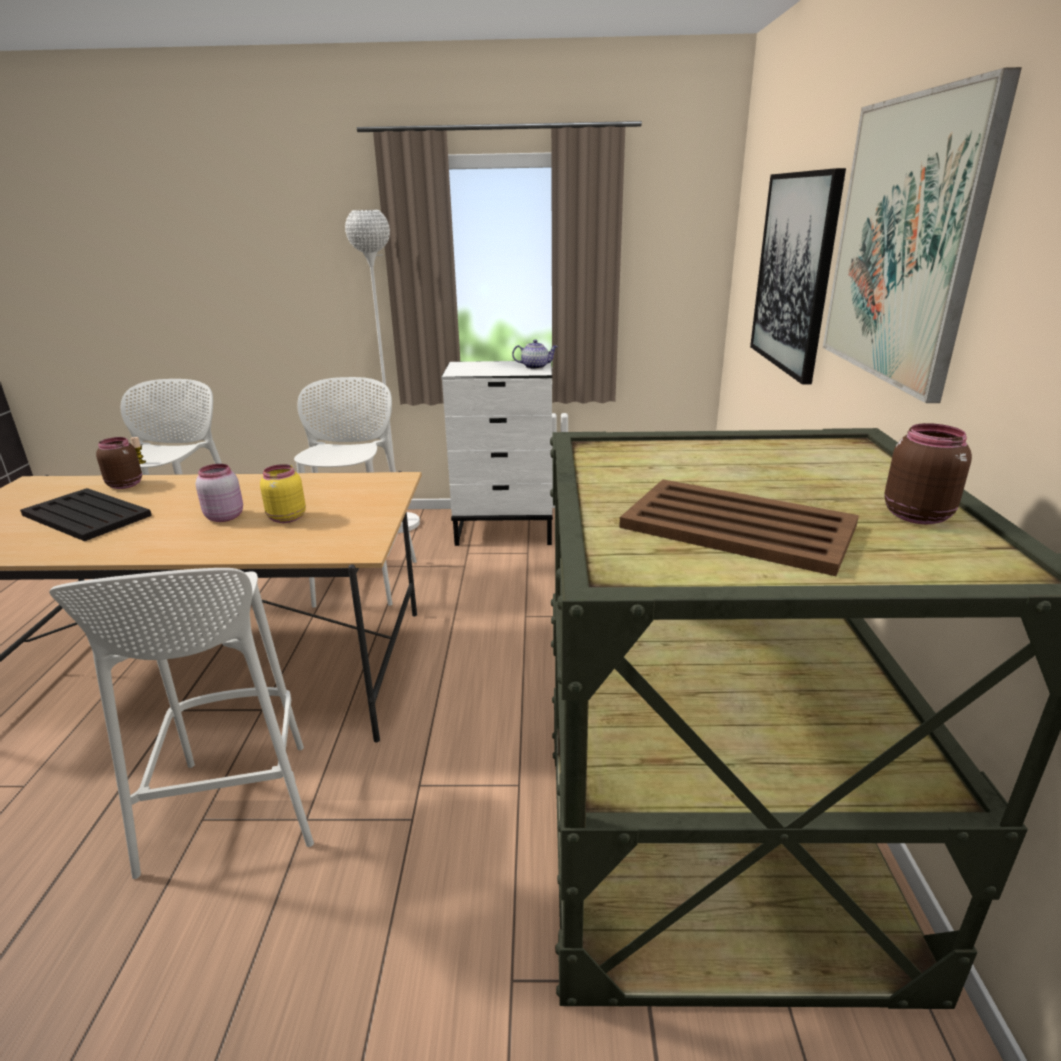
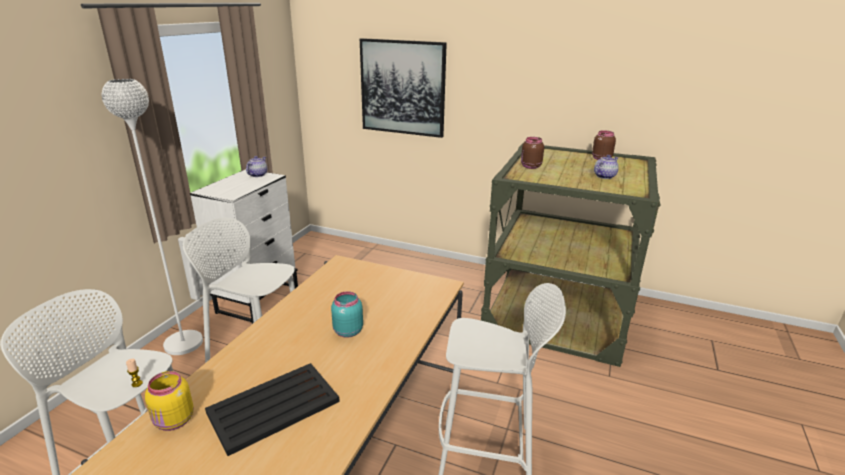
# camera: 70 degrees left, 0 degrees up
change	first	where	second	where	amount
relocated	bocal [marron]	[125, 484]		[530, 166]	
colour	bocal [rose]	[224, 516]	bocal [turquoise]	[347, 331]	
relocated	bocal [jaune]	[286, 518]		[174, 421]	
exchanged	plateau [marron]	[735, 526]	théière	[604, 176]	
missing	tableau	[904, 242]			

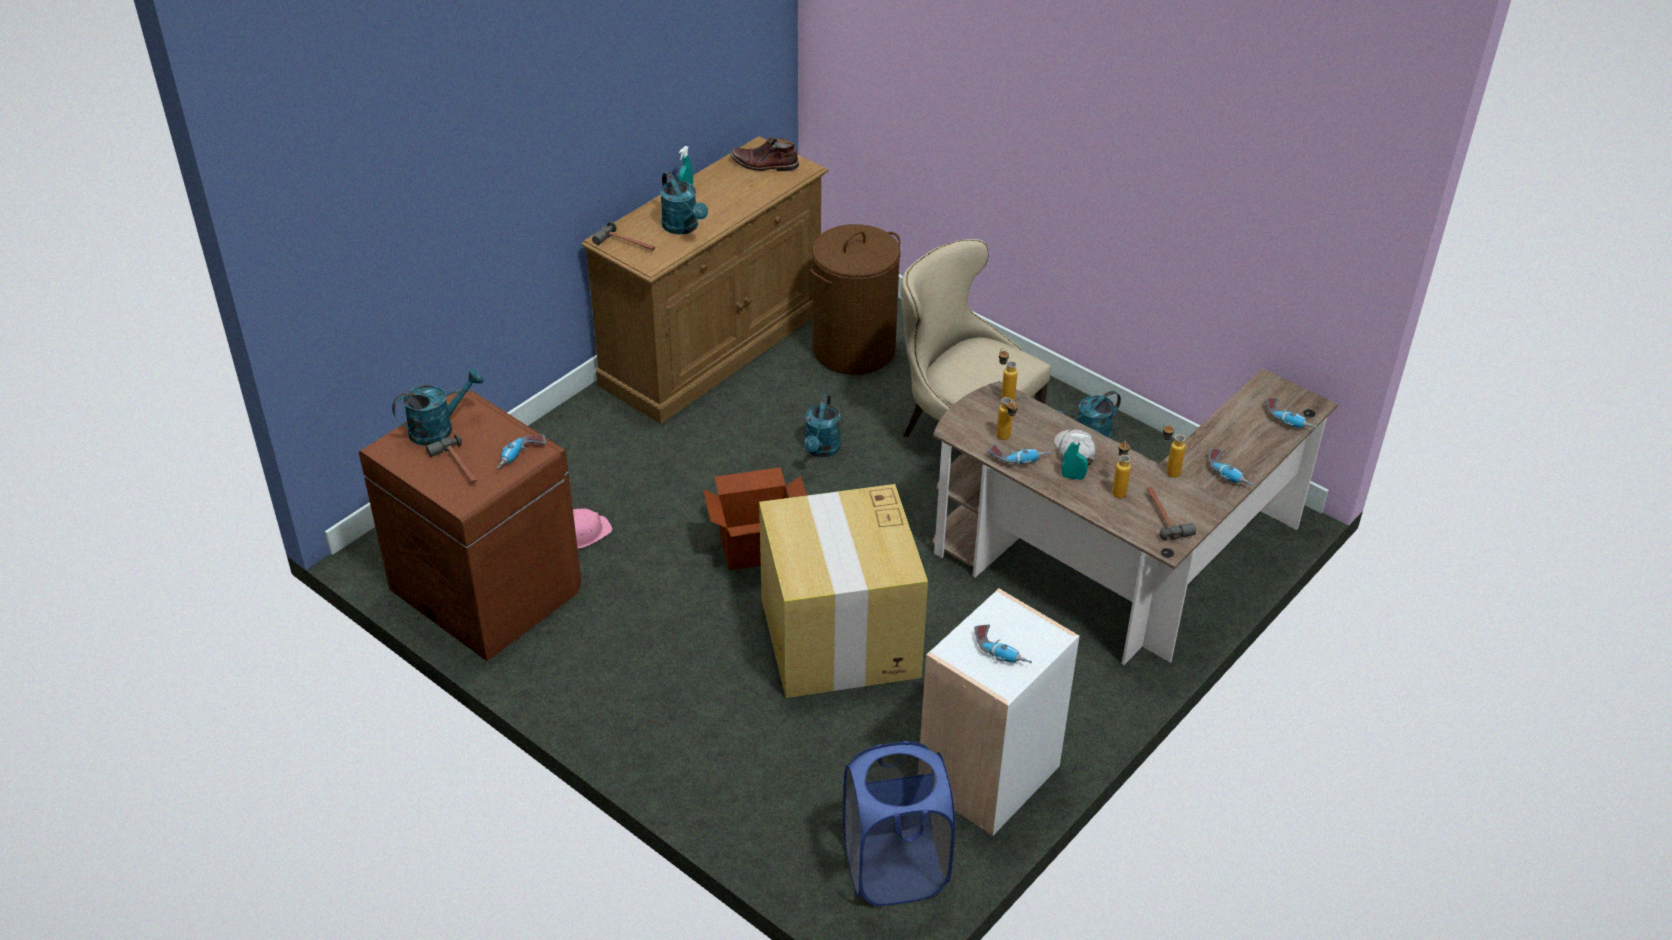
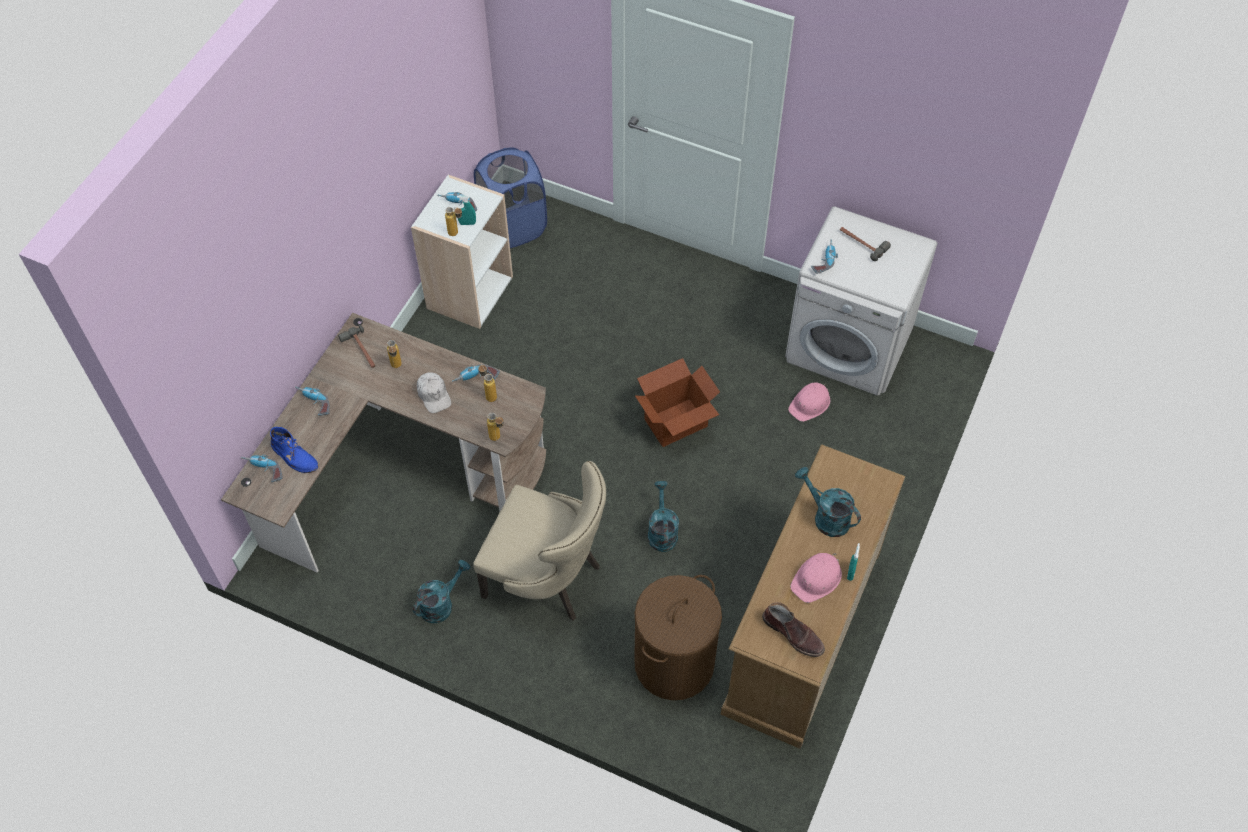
# camera: 165 degrees right, 15 degrees up
change	first	where	second	where	amount
colour	lave-linge [marron]	[488, 586]	lave-linge [blanc]	[849, 346]	
missing	arrosoir [turquoise]	[439, 428]			
missing	marteau	[626, 244]			
spun	botte [marron]	[764, 164]		[793, 633]	45 degrees clockwise
missing	carton	[840, 638]			
relocated	vaporisateur [turquoise]	[1073, 477]		[467, 223]	
relocated	bouteille	[1167, 471]		[457, 234]	
appeared			botte [bleu]	[294, 456]	
appeared			casque de chantier [rose]	[817, 578]	

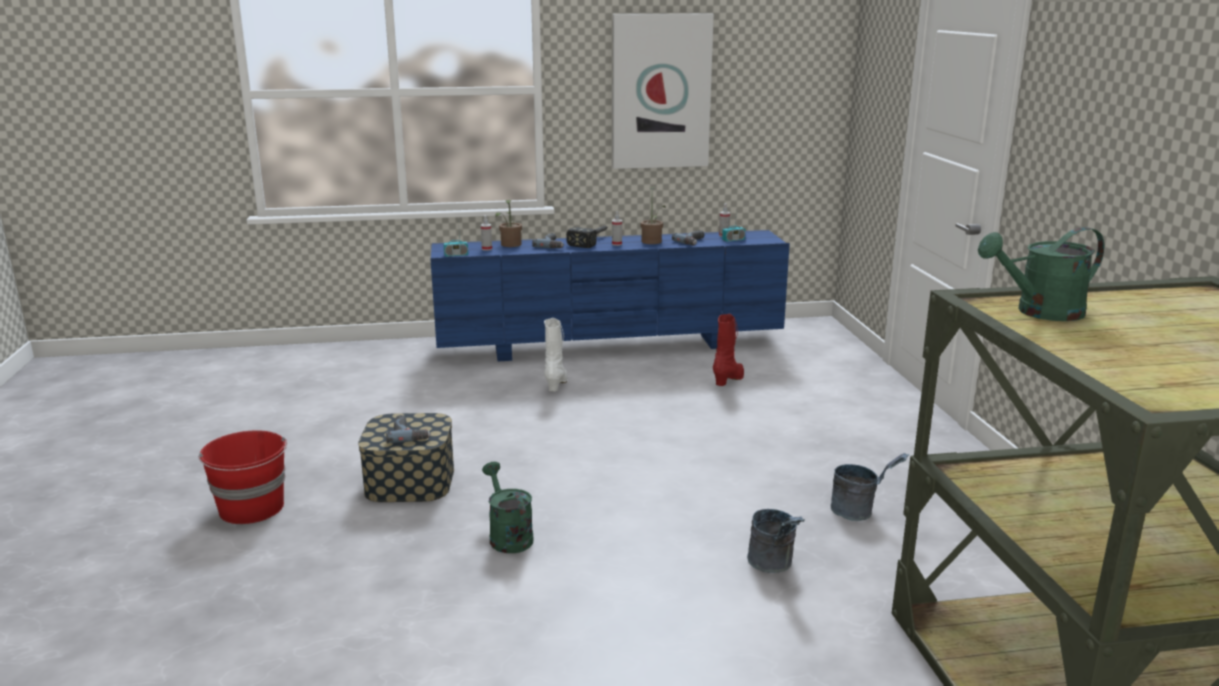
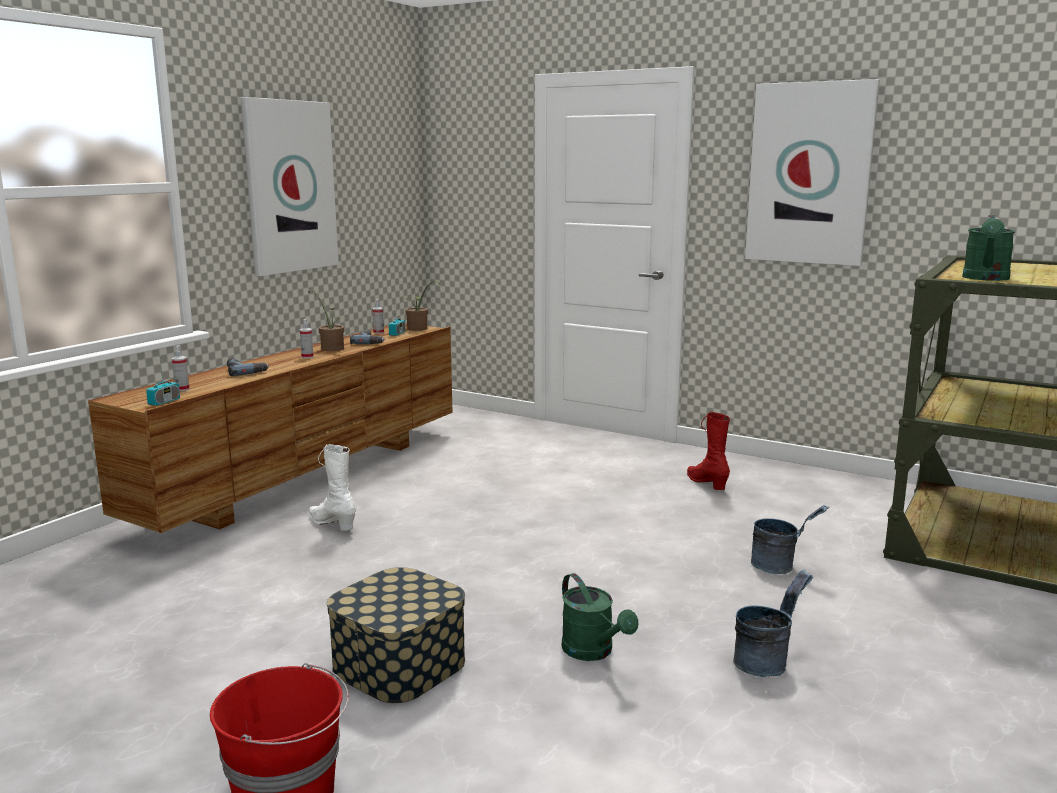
# camera: 50 degrees left, 5 degrees down
change	first	where	second	where	amount
missing	perceuse	[409, 434]			
colour	meuble de rangement [bleu]	[609, 347]	meuble de rangement [marron]	[307, 478]	
spun	arrosoir [vert]	[508, 536]		[593, 652]	135 degrees counterclockwise
relocated	plante en pot	[510, 245]		[419, 329]	
missing	marteau	[592, 240]			
relocated	botte [rouge]	[729, 380]		[707, 483]	
relocated	seau [gris]	[859, 512]		[766, 661]	
appeared			tableau	[809, 174]	

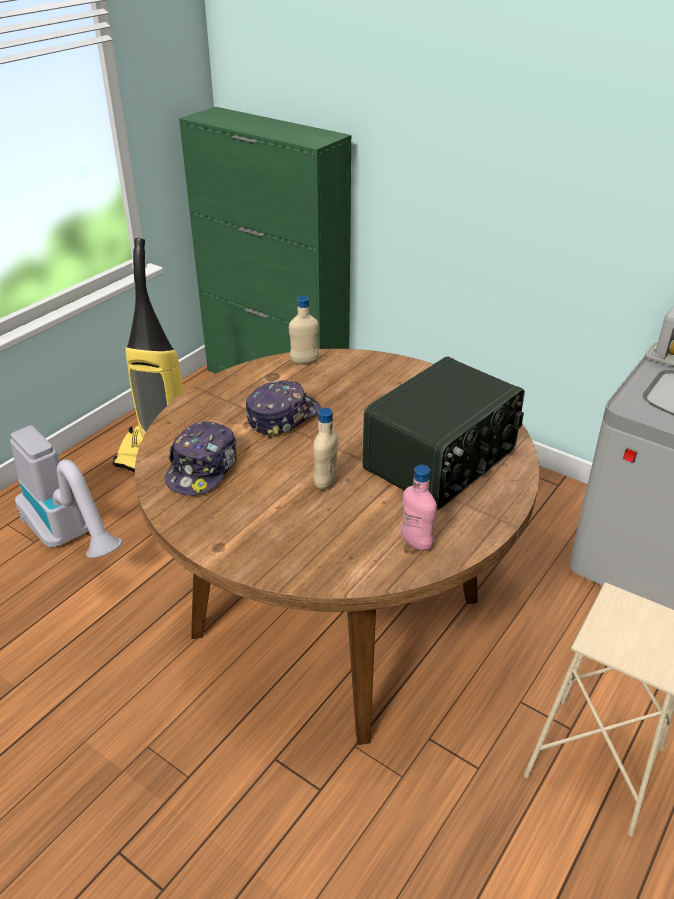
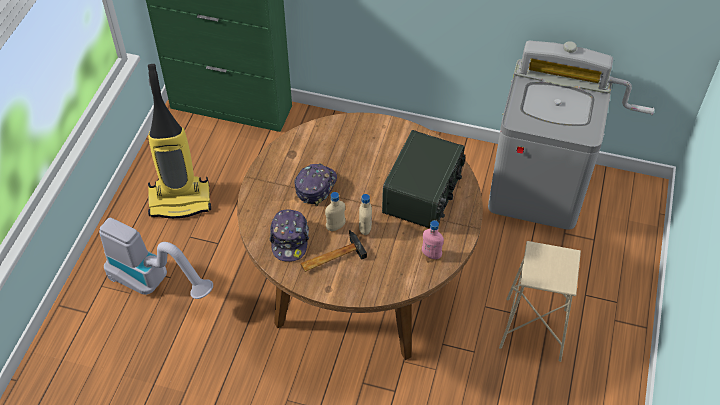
# camera: 20 degrees left, 15 degrees up
change	first	where	second	where	amount
relocated	bouteille [beige]	[304, 362]		[335, 226]	
appeared			marteau	[331, 256]	

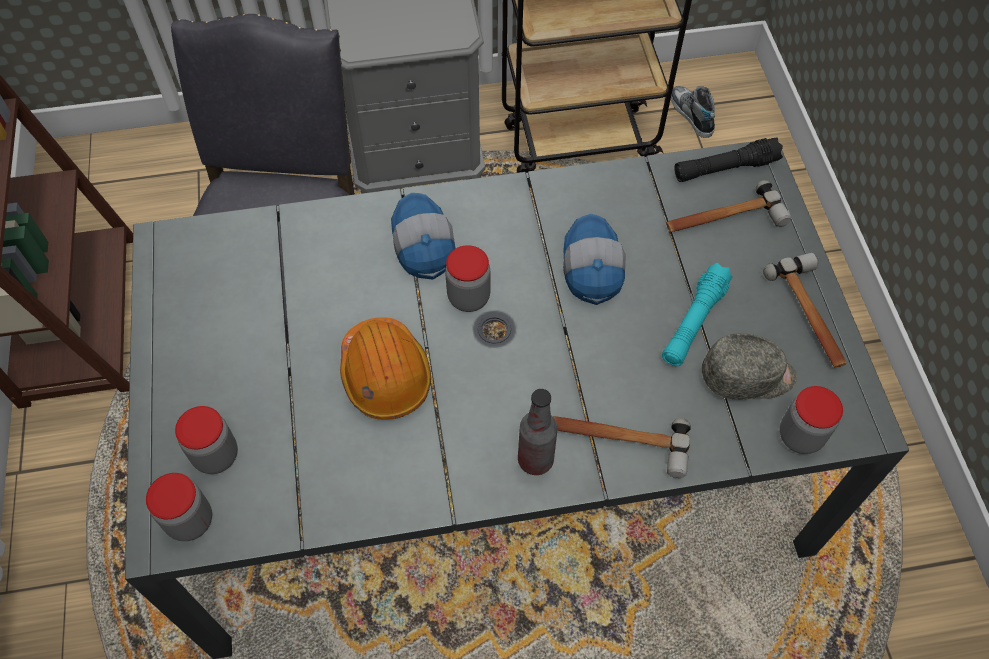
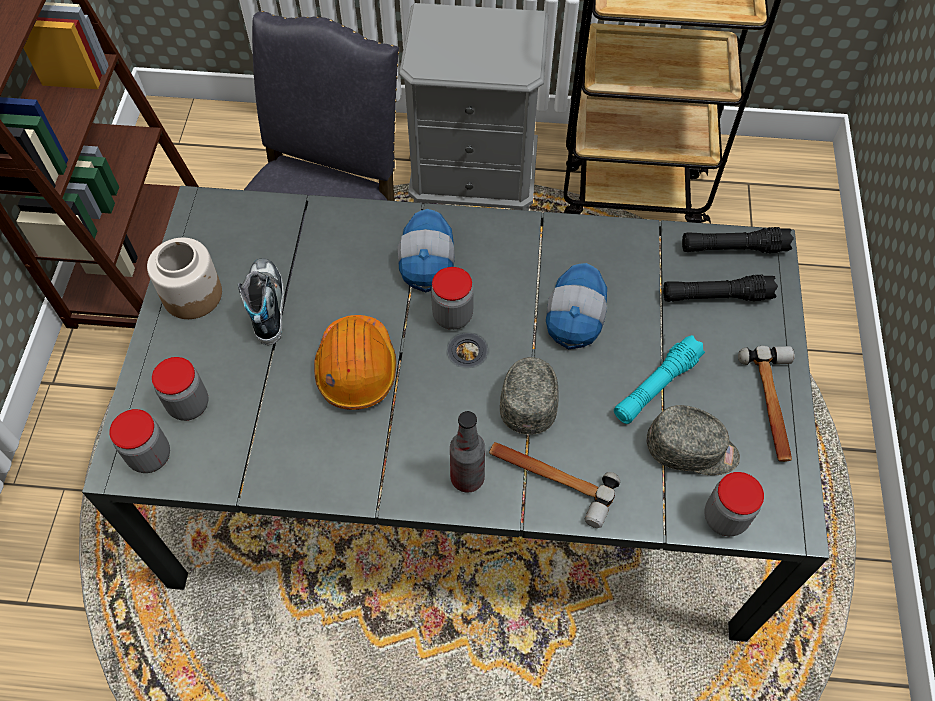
# camera: 15 degrees right, 0 degrees up
change	first	where	second	where	amount
exchanged	marteau	[723, 219]	lampe de poche [noir]	[716, 296]	
relocated	chaussure	[691, 115]		[266, 304]	
appeared			bocal	[192, 294]	
appeared			casquette [gris]	[529, 397]	

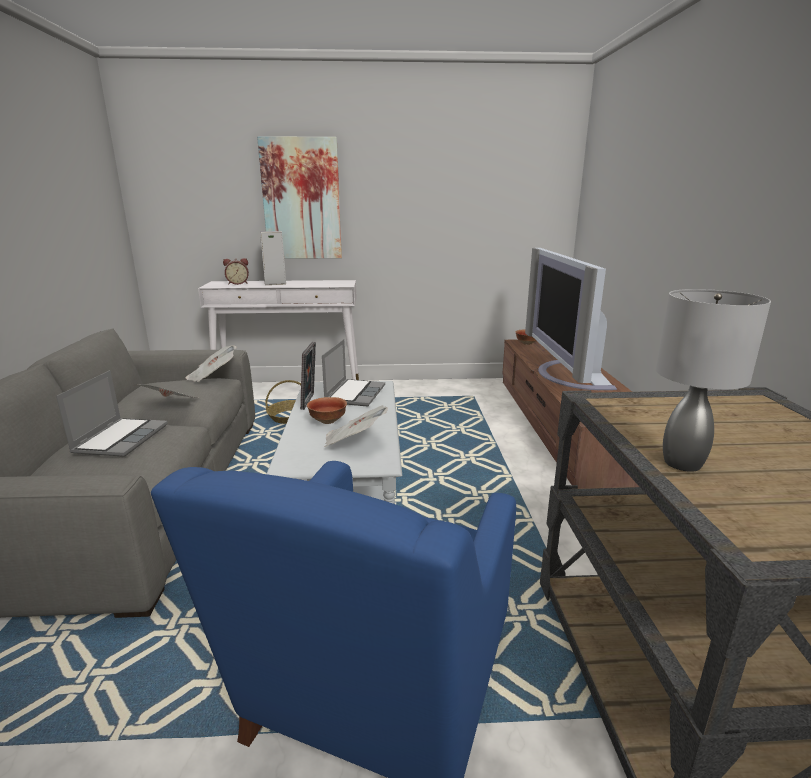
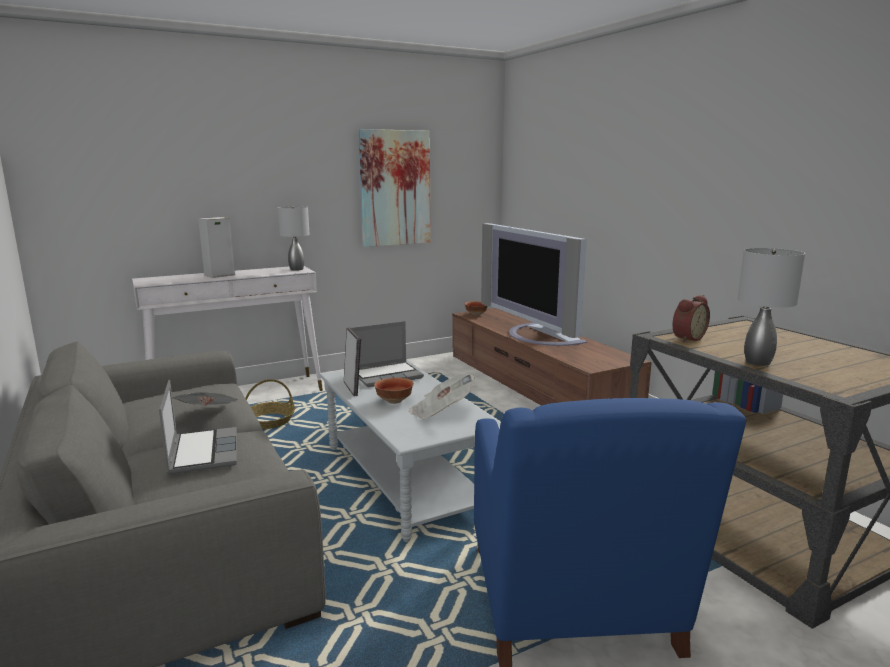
# camera: 25 degrees left, 5 degrees down
change	first	where	second	where	amount
missing	journal	[212, 376]			
relocated	réveil	[238, 283]		[686, 338]	
relocated	tableau	[301, 199]		[395, 188]	
spun	ordinateur portable	[354, 394]		[387, 375]	75 degrees clockwise
appeared			lampe de table [gris]	[296, 269]	

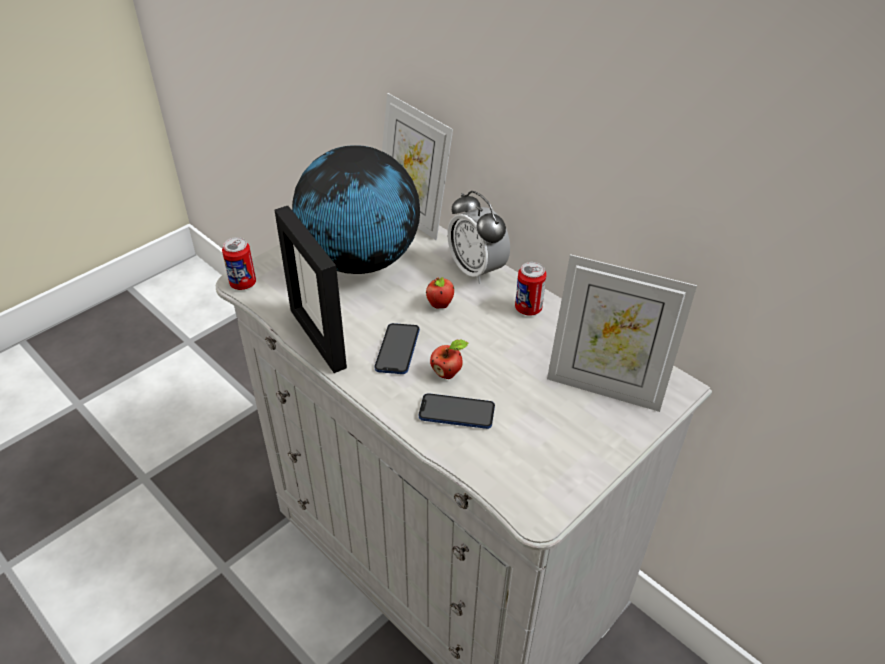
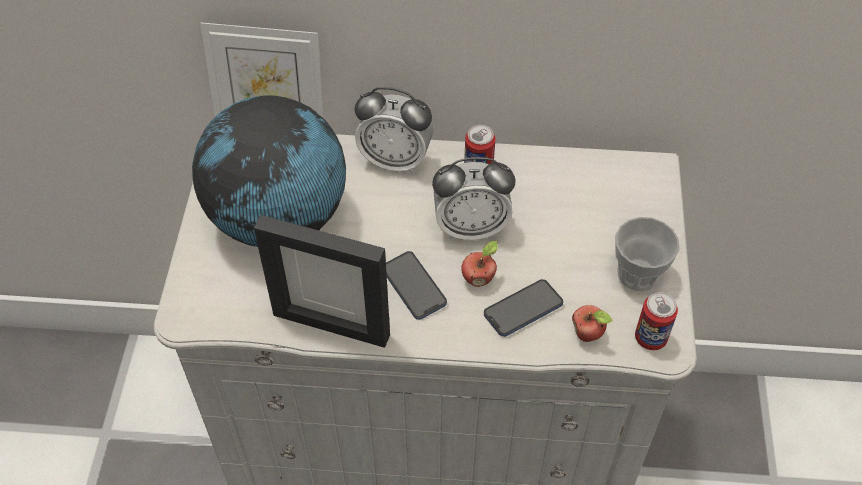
# camera: 40 degrees left, 10 degrees up
change	first	where	second	where	amount
relocated	boîte métallique	[243, 283]		[650, 338]	
relocated	pomme	[440, 305]		[588, 334]	
missing	cadre photo	[605, 386]			
appeared			réveil	[471, 227]	
appeared			tasse	[638, 274]	

